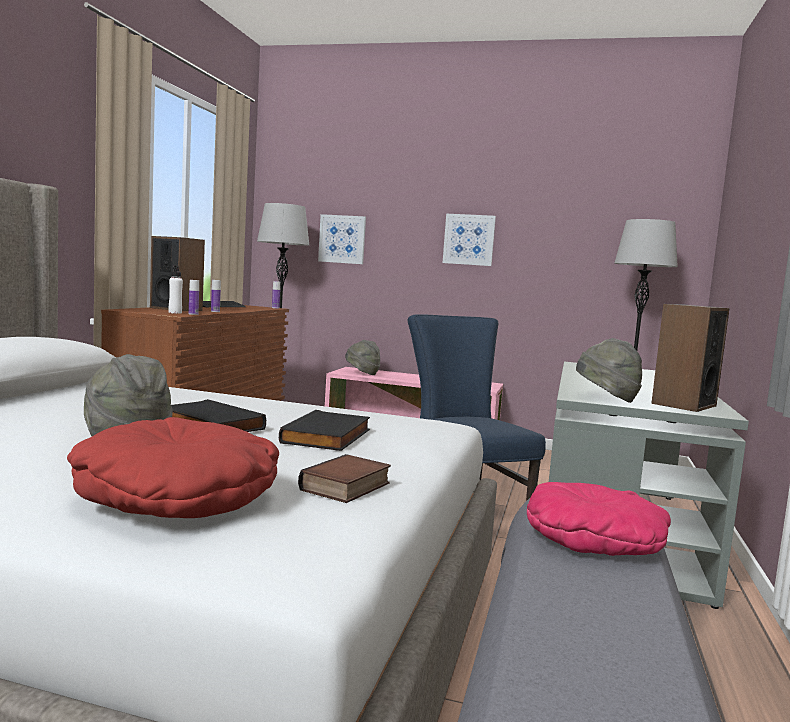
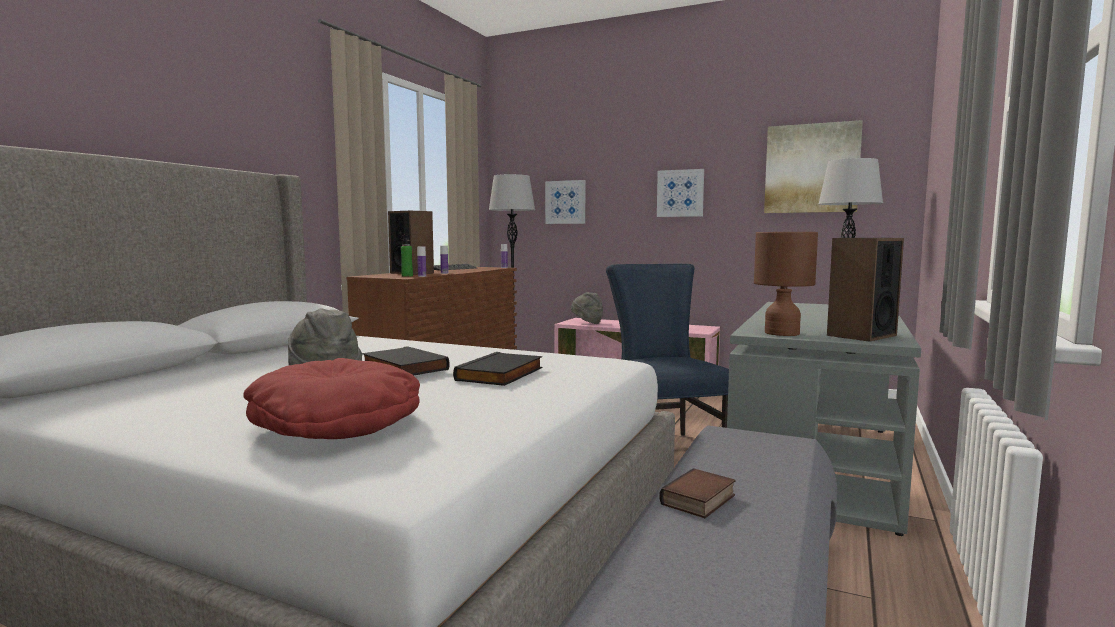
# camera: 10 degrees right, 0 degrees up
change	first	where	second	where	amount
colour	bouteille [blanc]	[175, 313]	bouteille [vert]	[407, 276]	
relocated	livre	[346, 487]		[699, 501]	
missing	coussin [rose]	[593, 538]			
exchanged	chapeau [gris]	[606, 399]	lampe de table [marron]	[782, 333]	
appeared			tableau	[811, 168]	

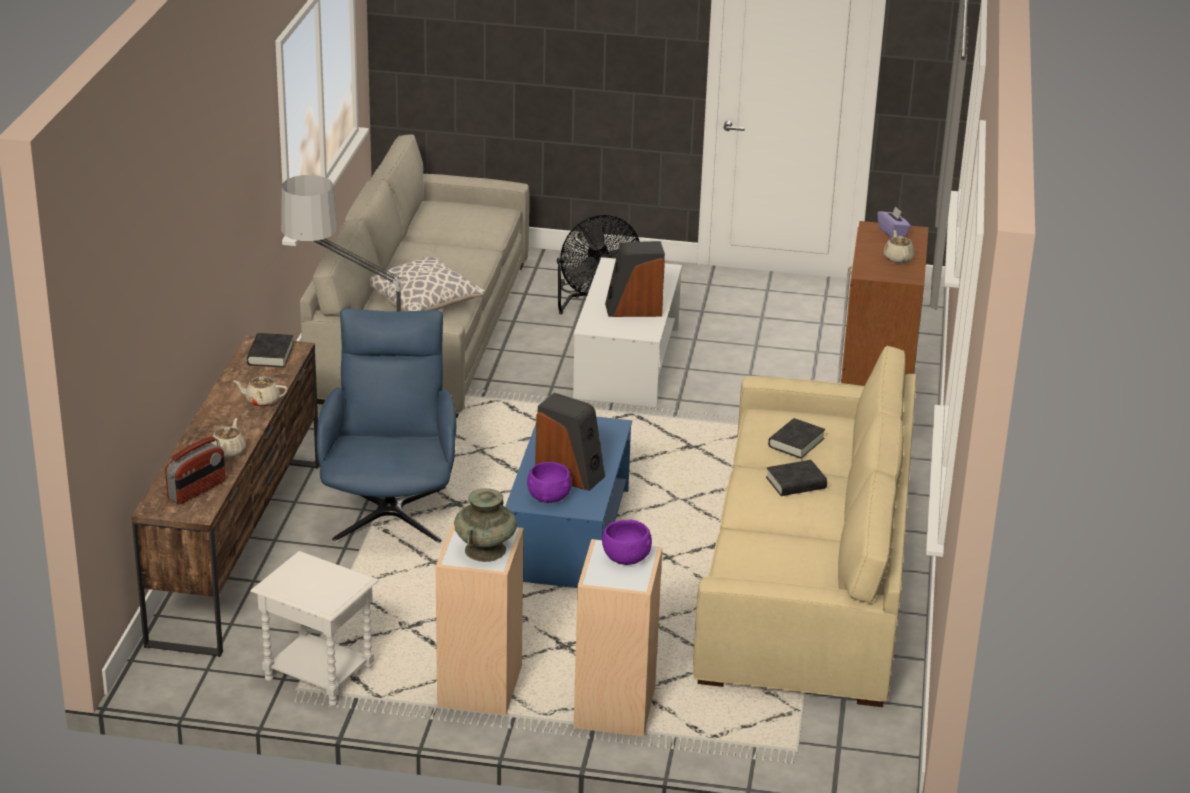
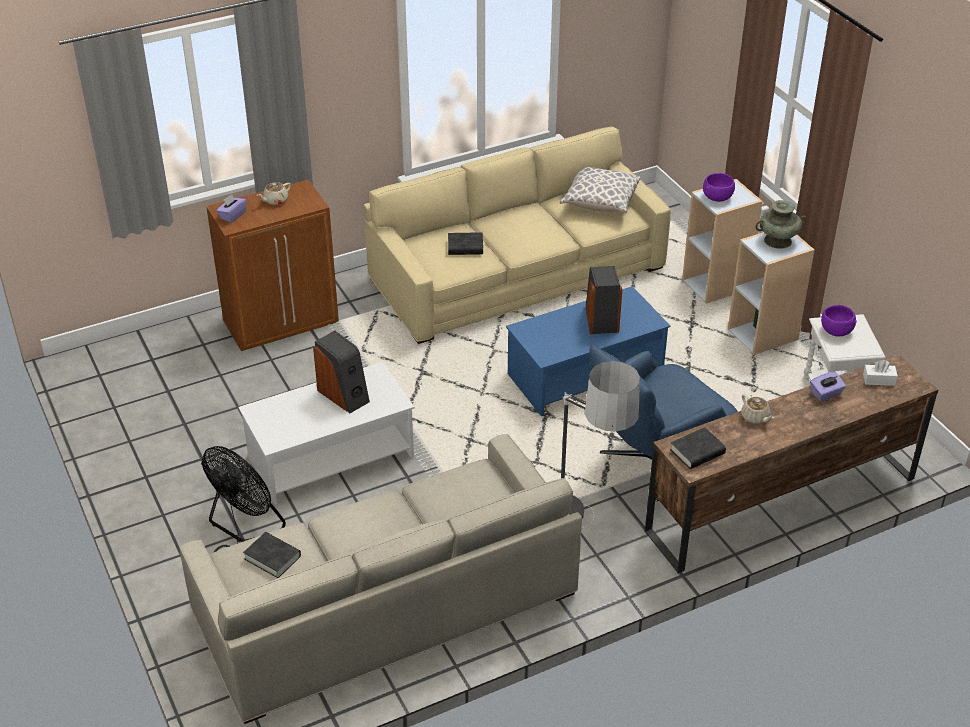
# camera: 125 degrees left, 10 degrees up
change	first	where	second	where	amount
exchanged	radio	[197, 490]	boîte à mouchoirs [blanc]	[879, 380]	
exchanged	théière [beige]	[228, 451]	boîte à mouchoirs [violet]	[826, 394]	
relocated	coussin	[426, 303]		[599, 202]	
relocated	bol [violet]	[549, 496]		[835, 330]	
relocated	livre [noir]	[796, 483]		[272, 558]	

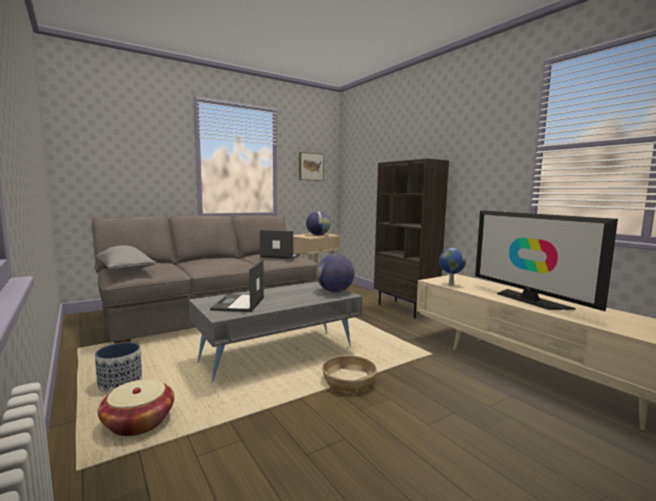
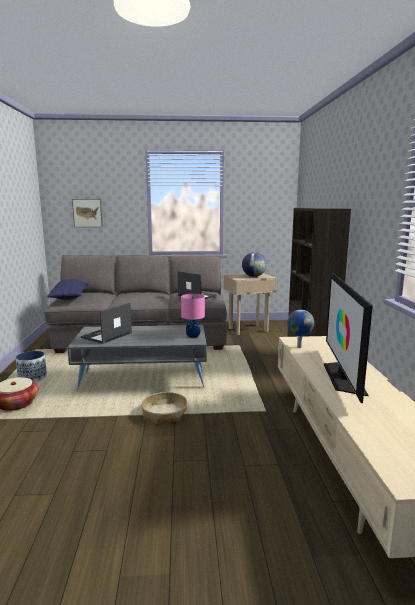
# camera: 30 degrees right, 5 degrees up
change	first	where	second	where	amount
colour	coussin [gris]	[125, 270]	coussin [bleu]	[70, 298]	
relocated	tableau	[310, 166]		[87, 213]	
exchanged	globe	[334, 291]	lampe de table [rose]	[192, 336]	

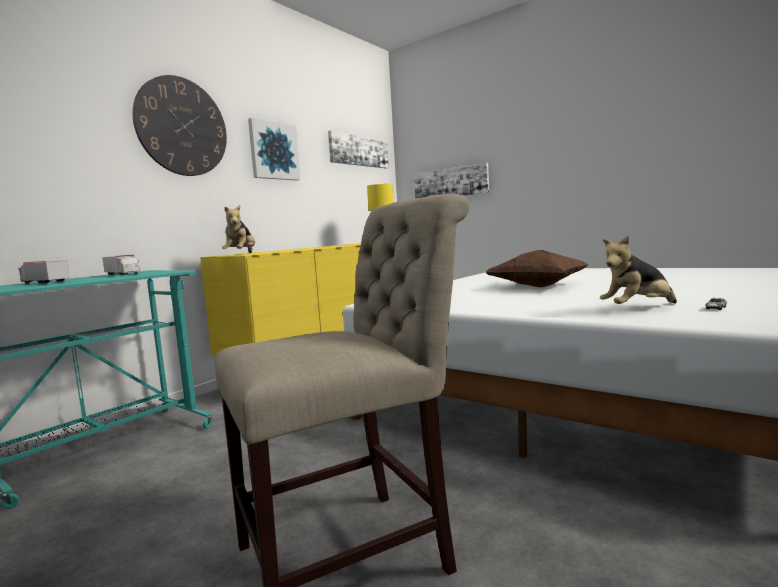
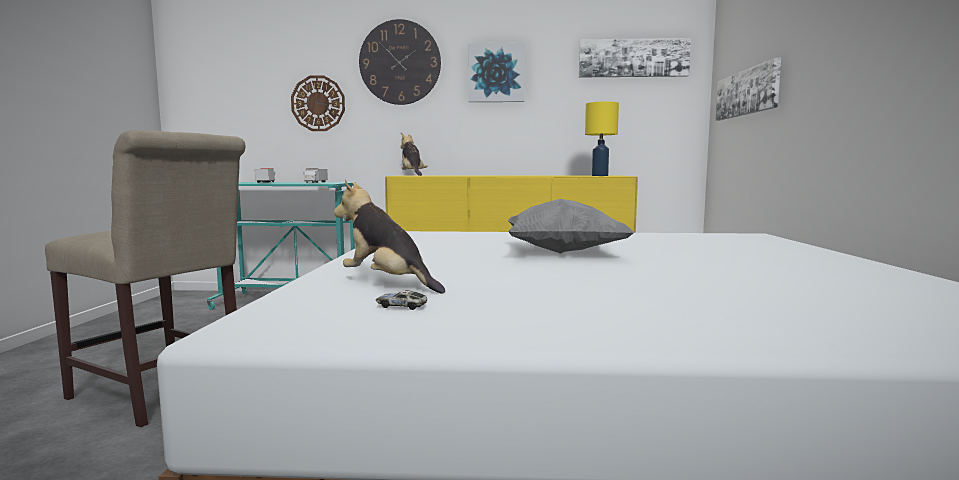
# camera: 55 degrees right, 0 degrees up
change	first	where	second	where	amount
spun	peluche	[241, 254]		[412, 175]	105 degrees clockwise
colour	coussin [marron]	[537, 286]	coussin [gris]	[563, 252]	
appeared			horloge murale	[318, 103]	

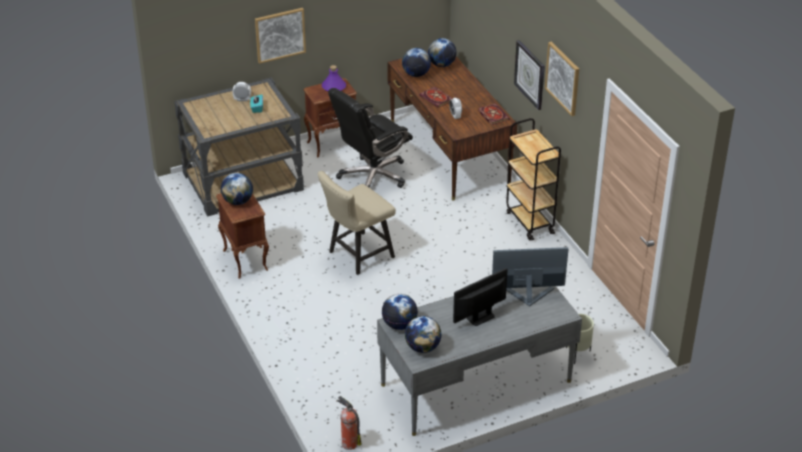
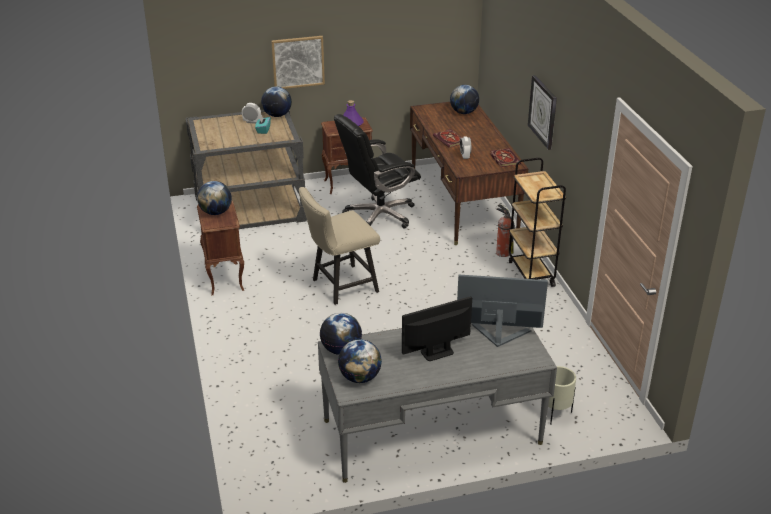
# camera: 10 degrees right, 5 degrees down
change	first	where	second	where	amount
relocated	extincteur	[349, 443]		[502, 252]	
relocated	globe	[416, 74]		[277, 115]	
missing	tableau	[563, 78]			

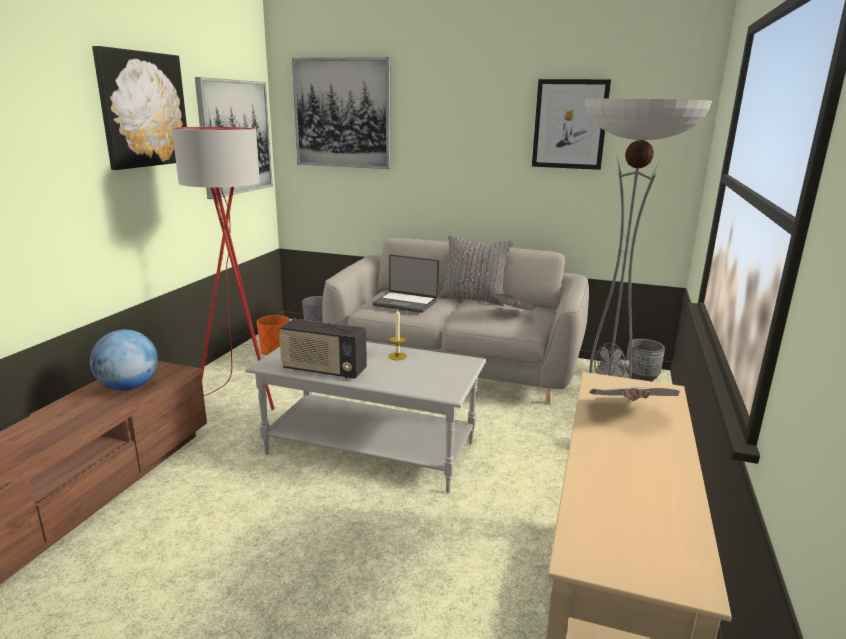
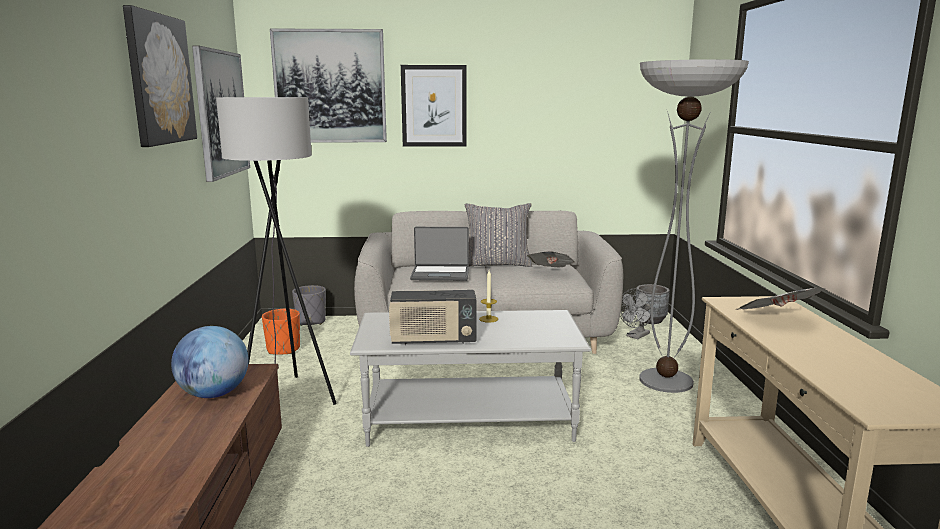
# camera: 20 degrees left, 5 degrees down
change	first	where	second	where	amount
colour	lampadaire [rouge]	[238, 397]	lampadaire [gris]	[284, 400]	
relocated	tableau	[570, 124]		[434, 106]	

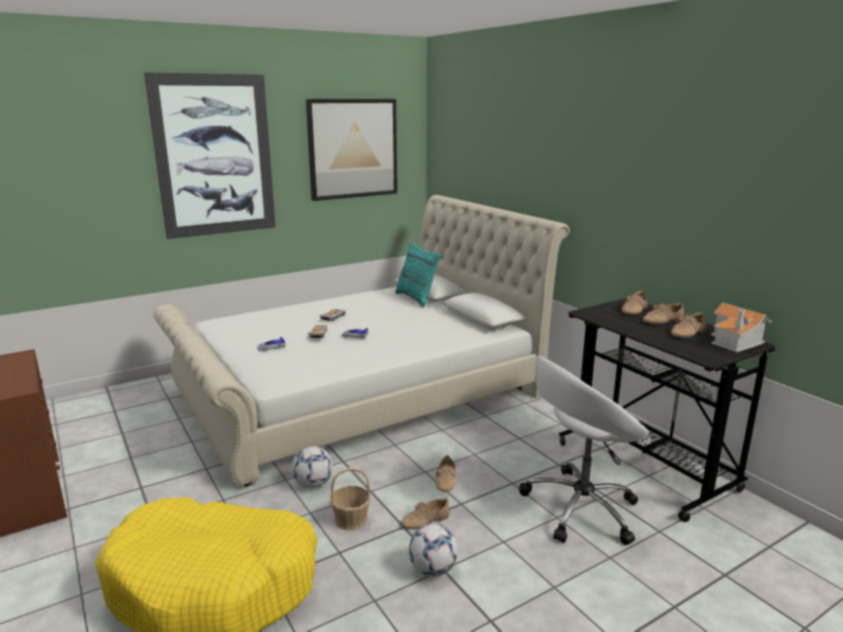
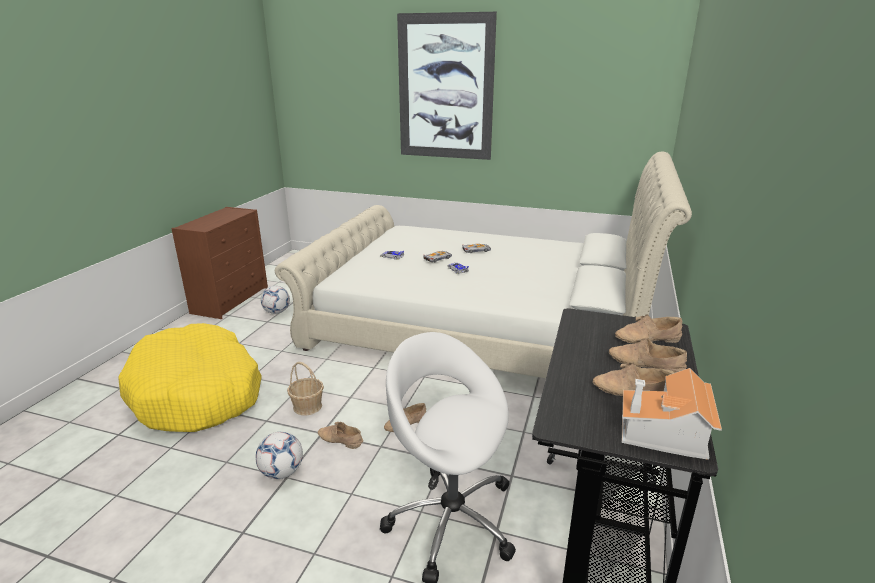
# camera: 50 degrees right, 5 degrees up
change	first	where	second	where	amount
relocated	ballon de foot	[313, 484]		[277, 312]	
missing	tableau	[353, 148]			
missing	coussin [turquoise]	[416, 299]			

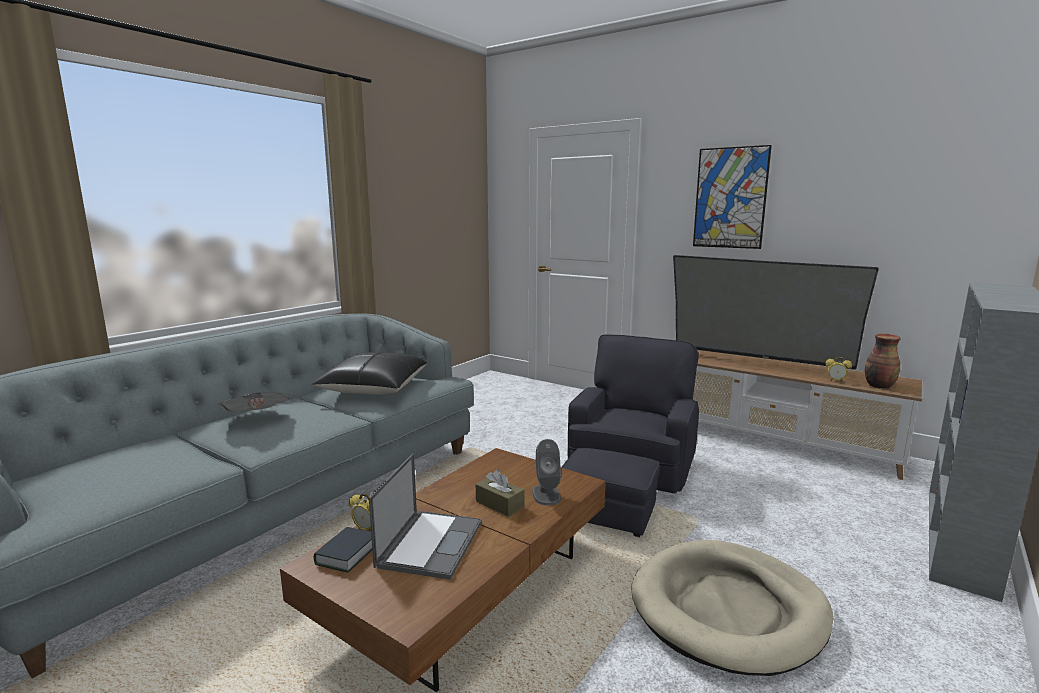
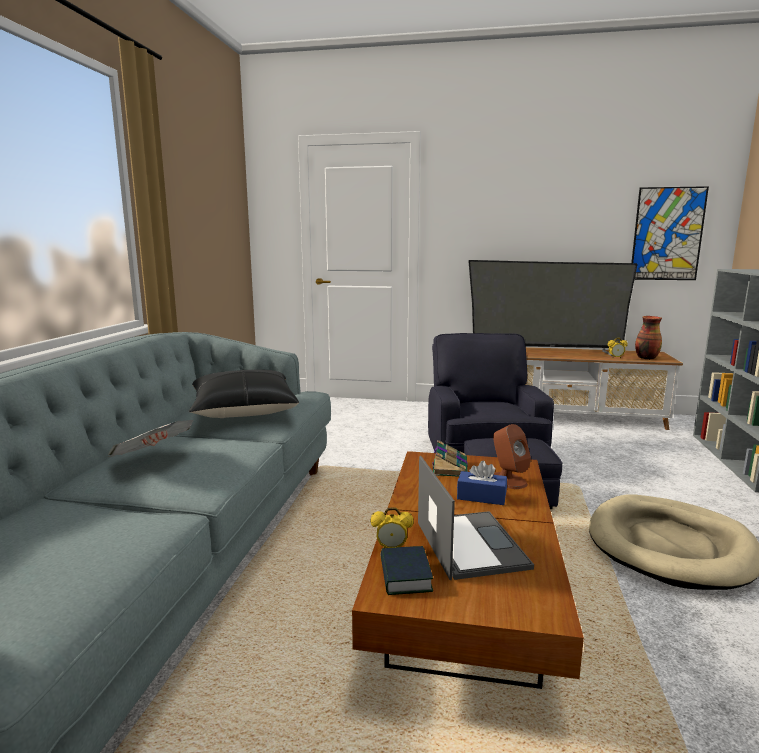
# camera: 25 degrees left, 0 degrees up
change	first	where	second	where	amount
colour	boîte à mouchoirs [marron]	[499, 504]	boîte à mouchoirs [bleu]	[481, 497]	
colour	enceinte [gris]	[546, 494]	enceinte [marron]	[508, 480]	
relocated	tableau	[730, 198]		[667, 234]	
appeared			livre	[449, 468]	

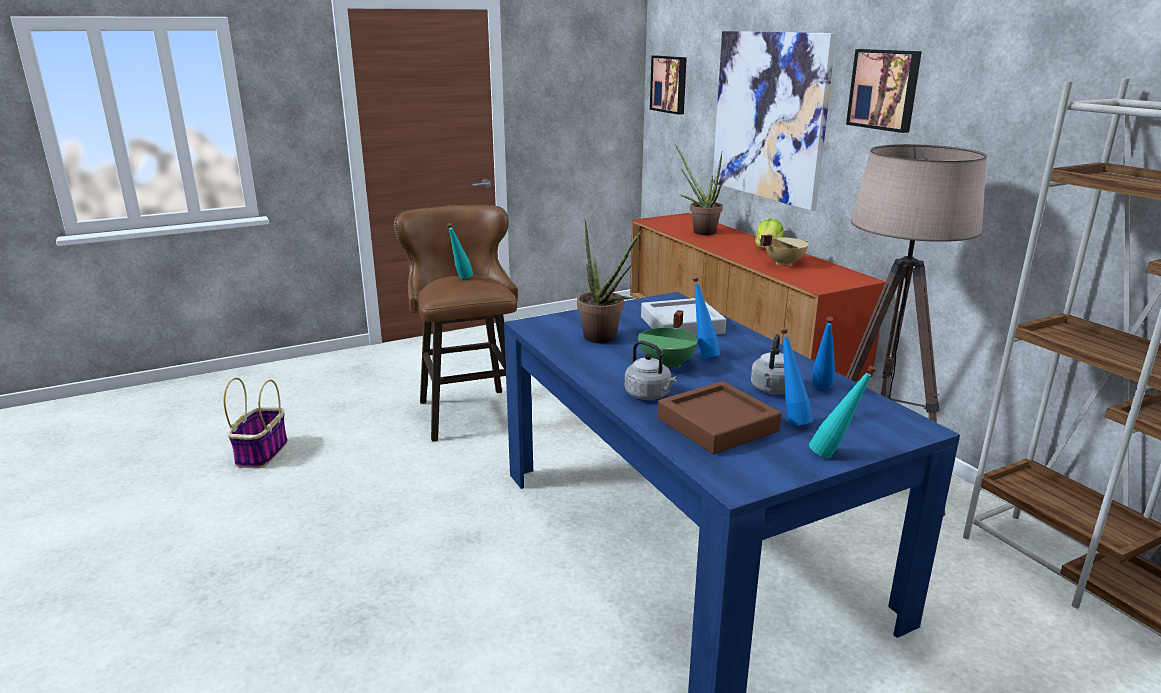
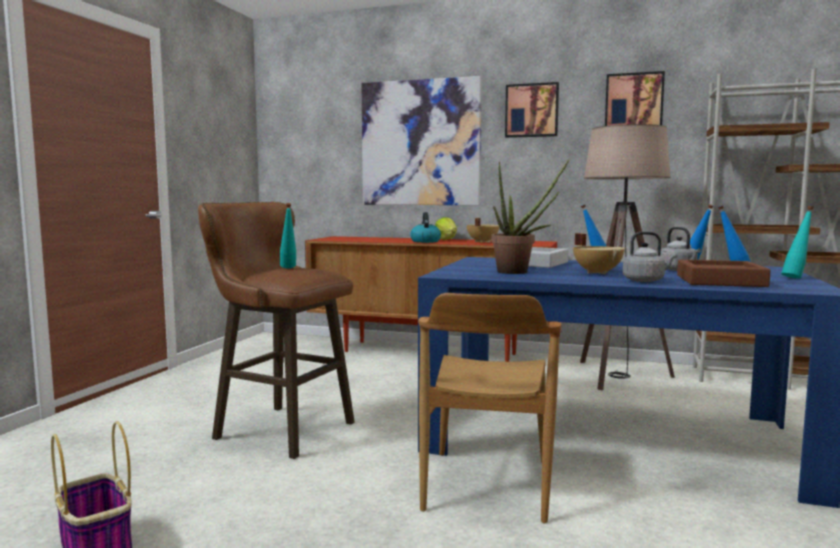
# camera: 45 degrees left, 15 degrees down
change	first	where	second	where	amount
colour	marmite [vert]	[668, 365]	marmite [beige]	[598, 272]	
relocated	tableau	[670, 84]		[634, 101]	
missing	plante en pot	[700, 231]			
appeared			bouilloire	[425, 241]	
appeared			chaise [marron]	[487, 485]	

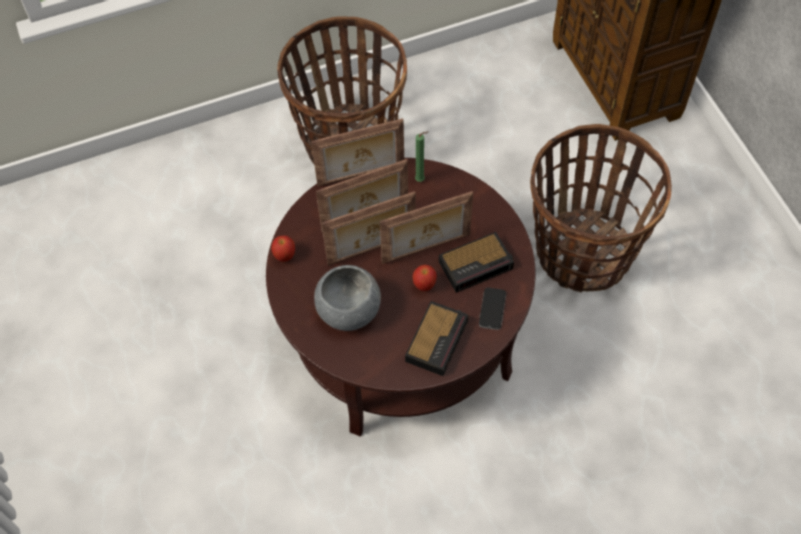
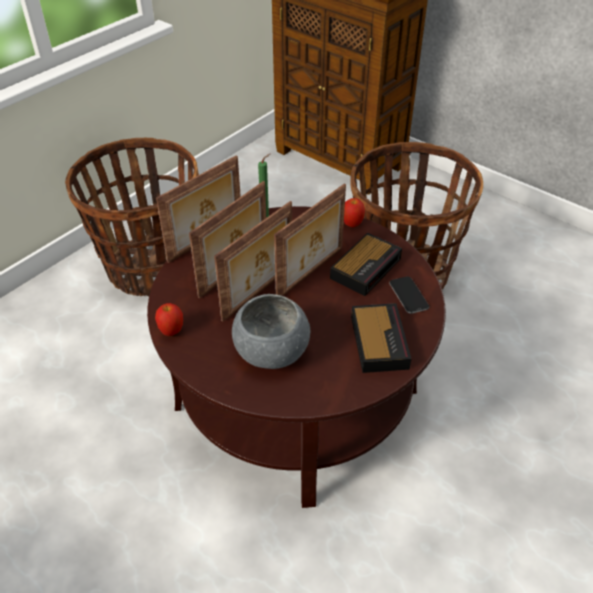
# camera: 30 degrees left, 15 degrees down
change	first	where	second	where	amount
relocated	pomme	[424, 285]		[352, 224]	

